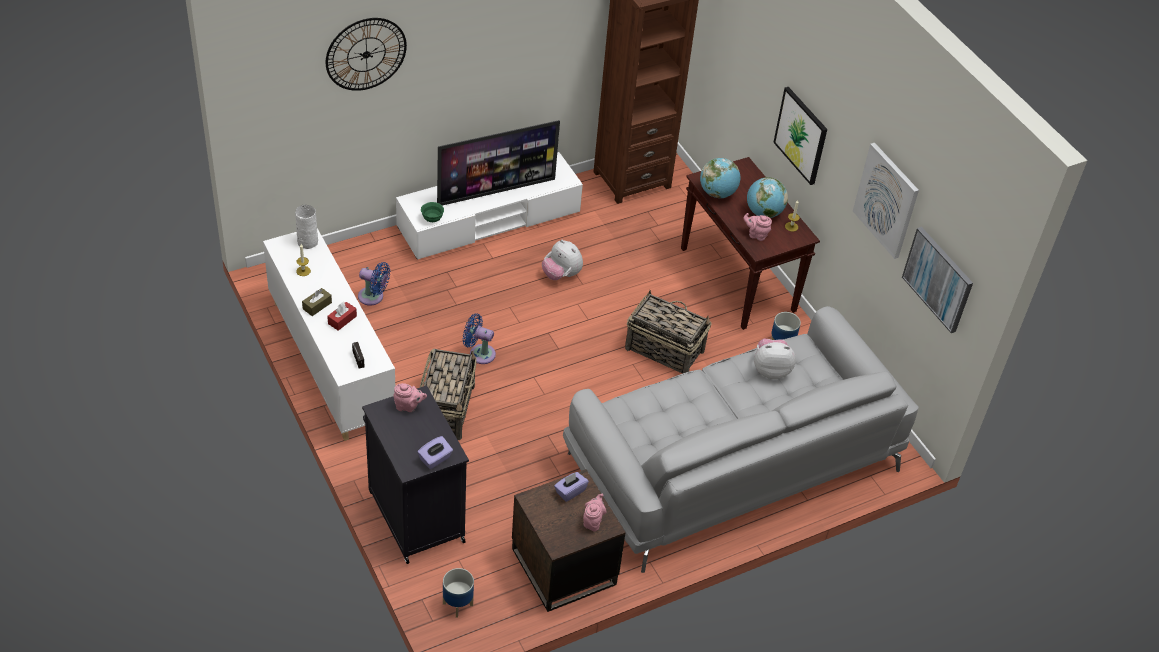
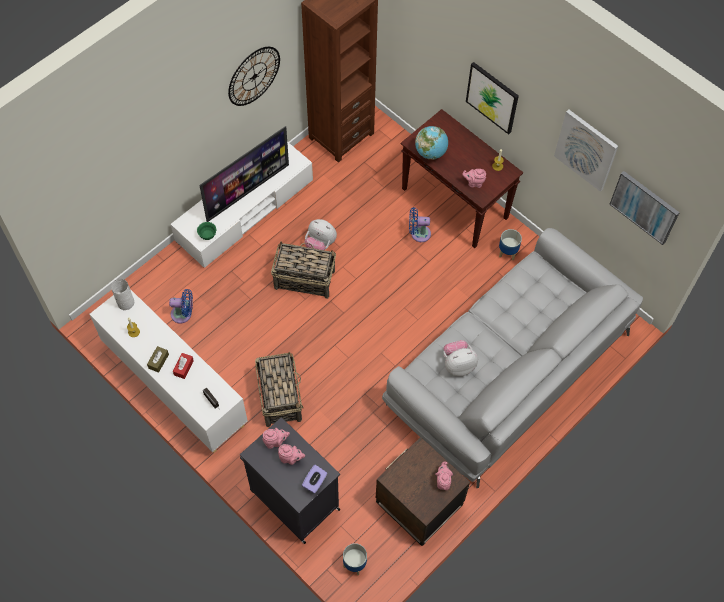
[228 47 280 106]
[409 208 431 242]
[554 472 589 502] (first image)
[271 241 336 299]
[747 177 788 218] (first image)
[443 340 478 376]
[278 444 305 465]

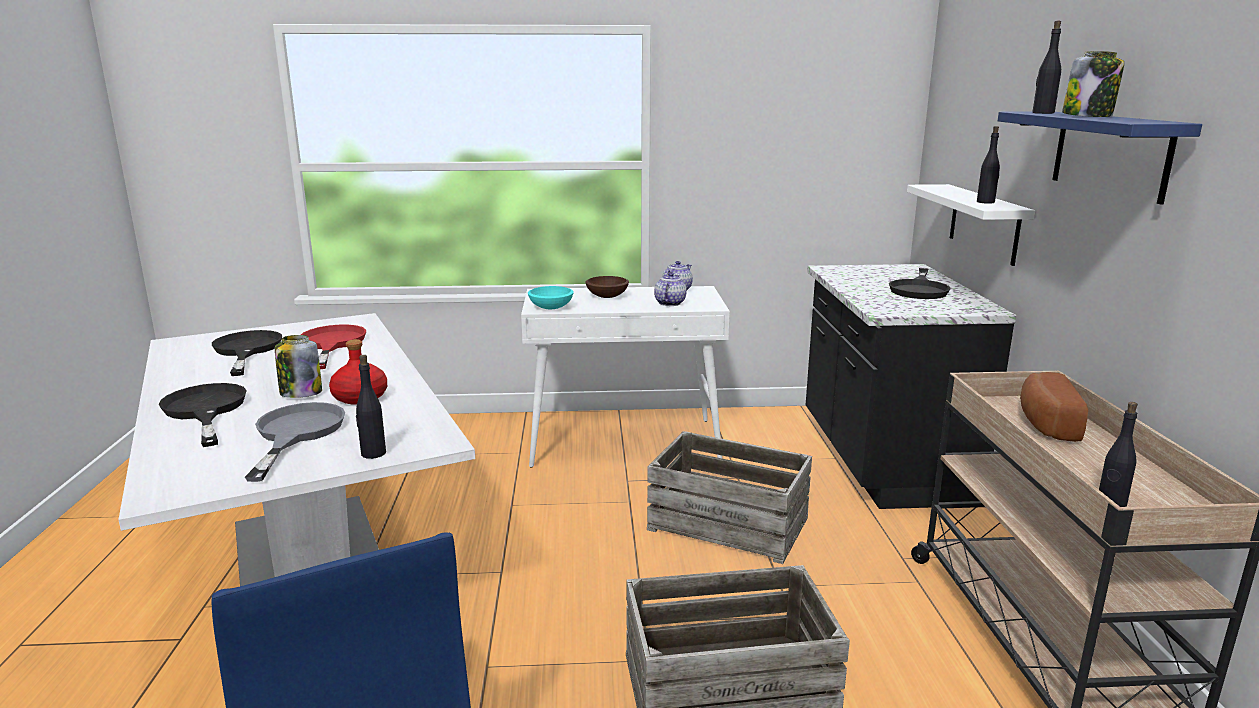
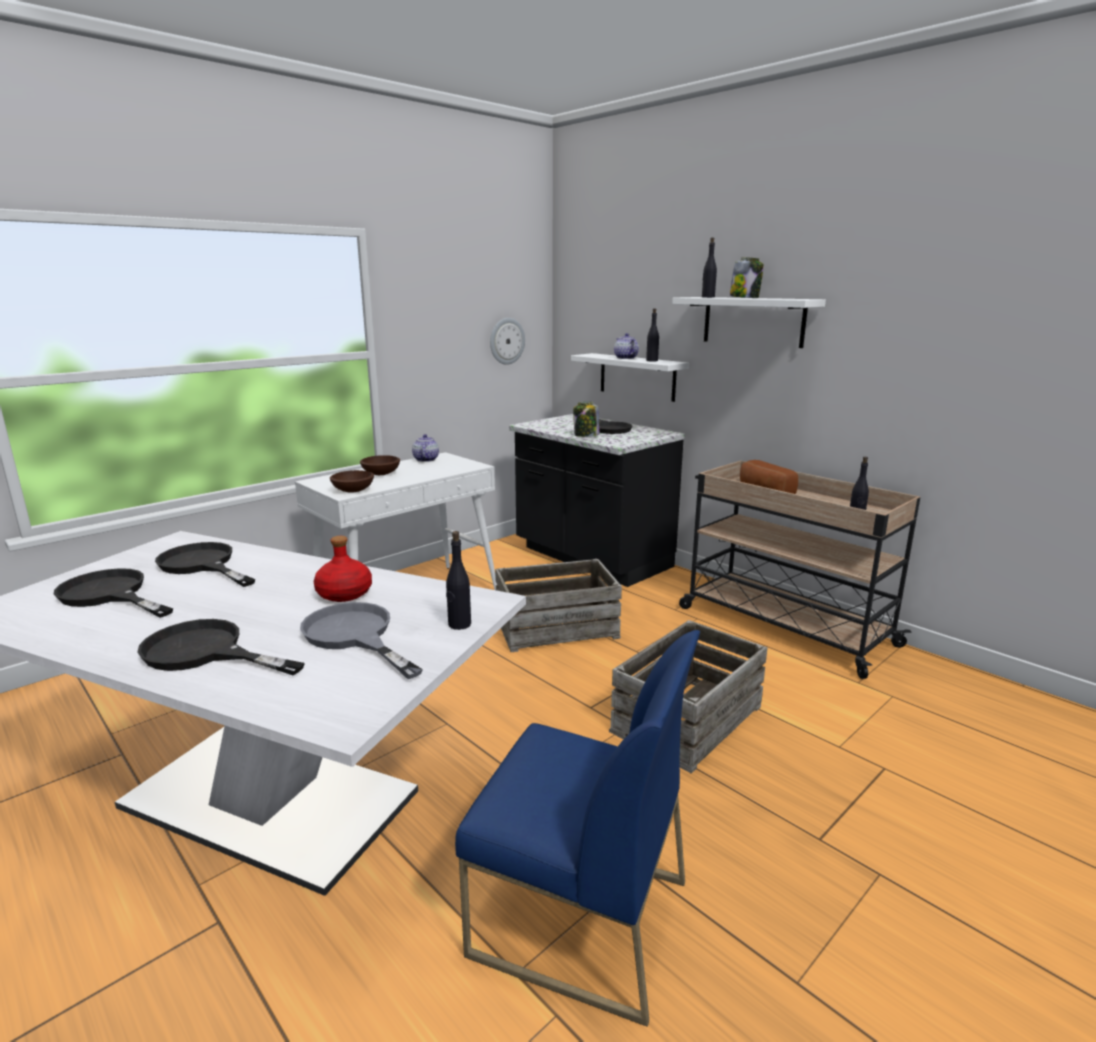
[573 402 600 437]
[155 542 255 587]
[330 470 374 493]
[614 333 639 359]
[672 297 826 348]
[490 318 525 365]

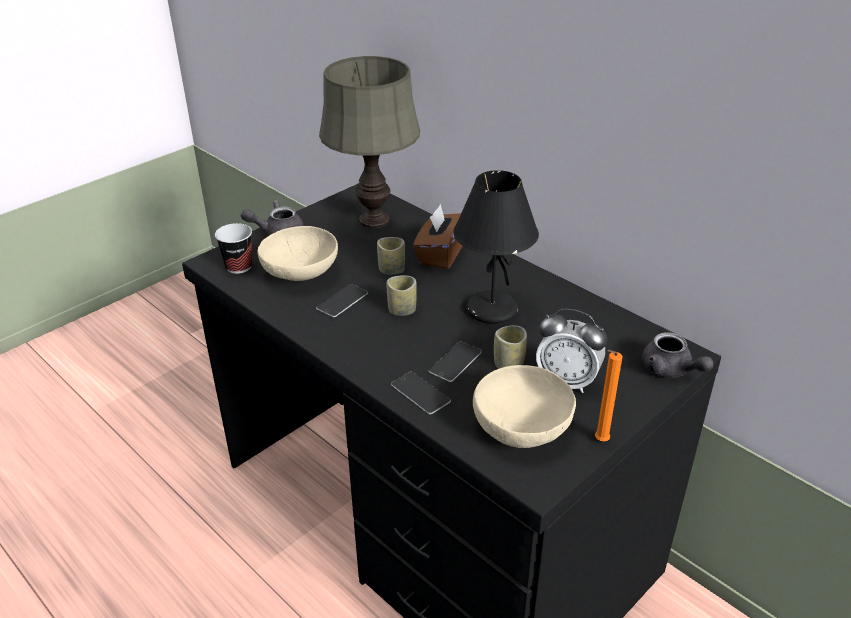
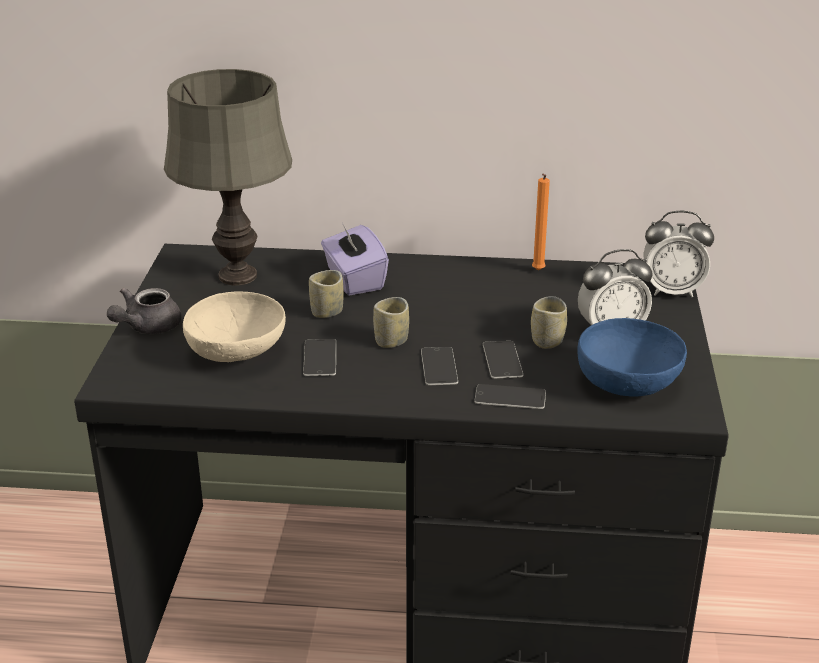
[215 223 252 274] (first image)
[321 223 389 296]
[453 170 539 324] (first image)
[577 318 687 396]
[532 174 550 271]
[643 211 714 297]
[421 347 458 385]

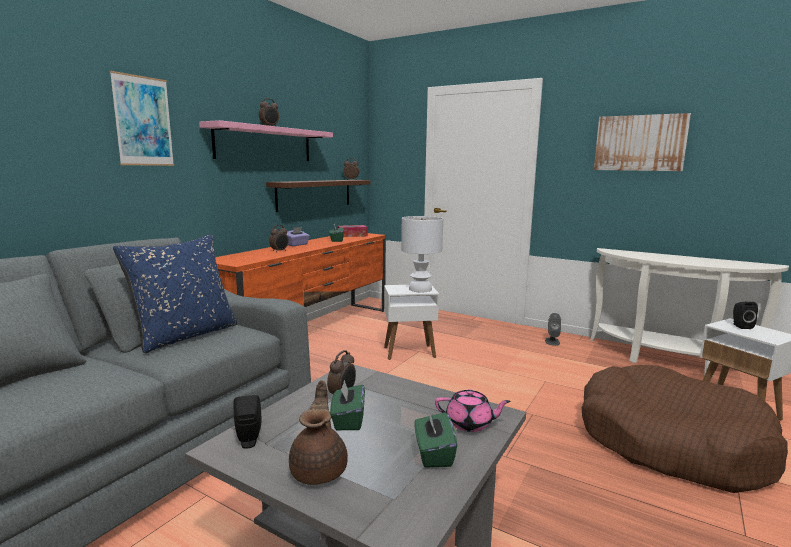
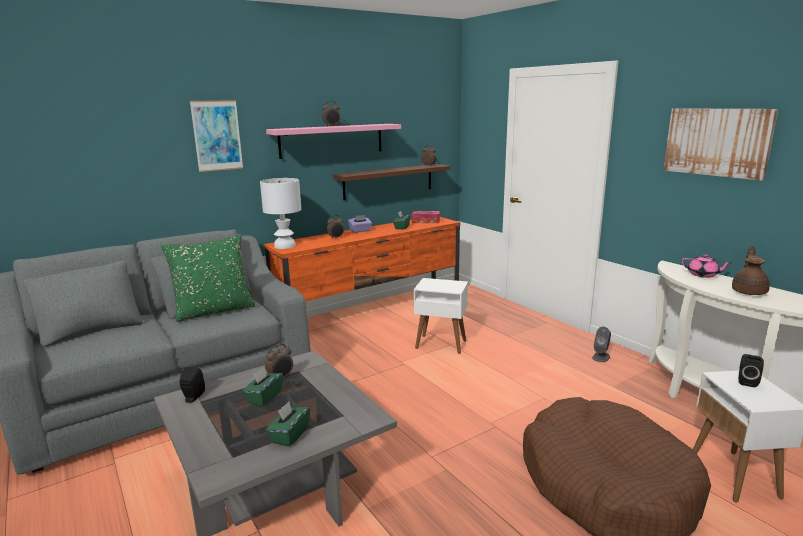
[161 234 255 322]
[732 245 770 295]
[260 178 301 249]
[682 254 732 278]

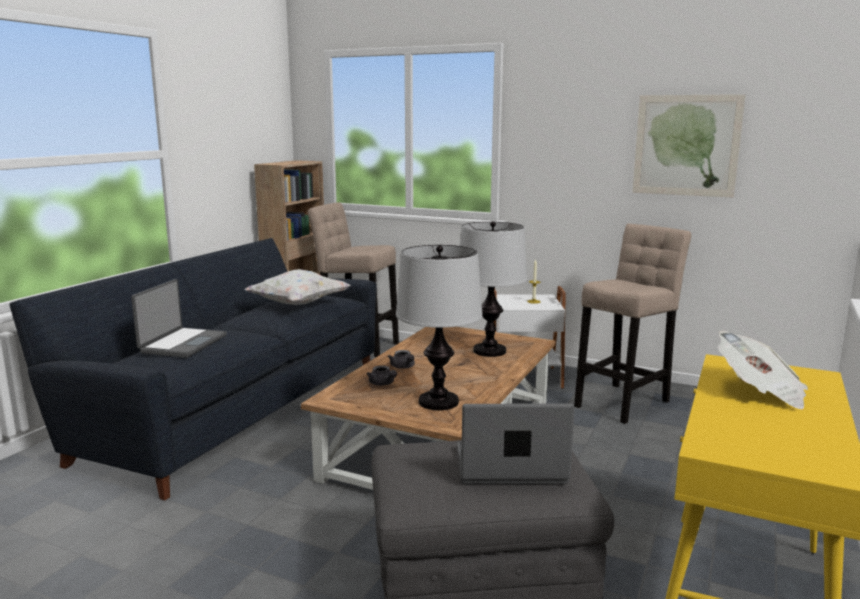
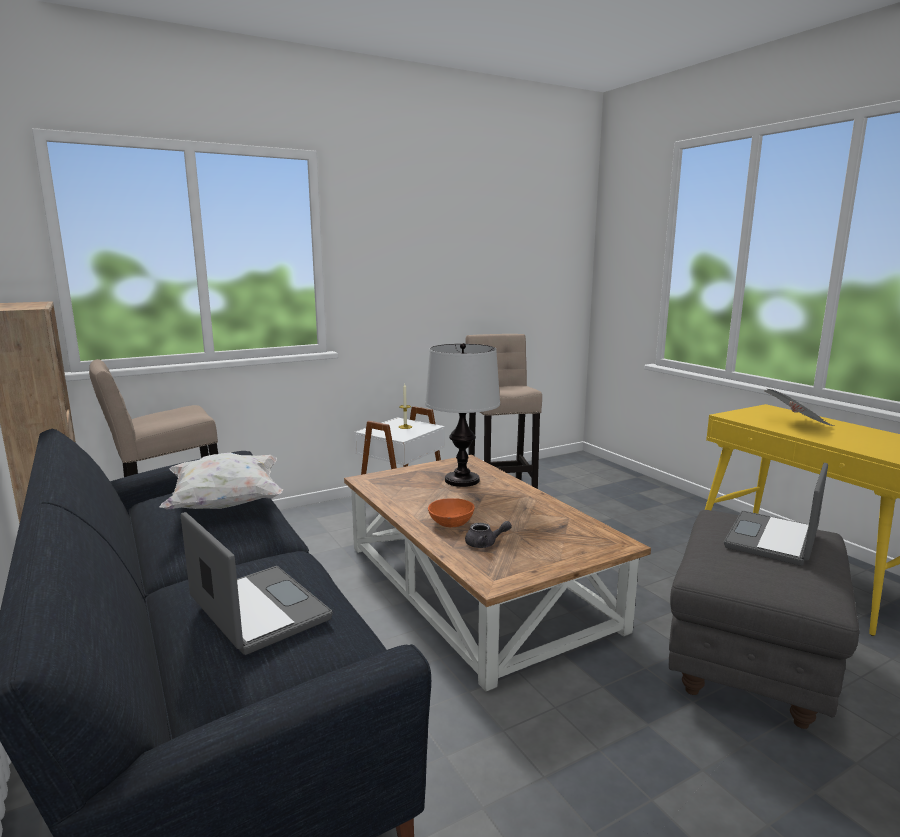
[428 498 475 527]
[396 245 483 410] (first image)
[633 94 746 197] (first image)

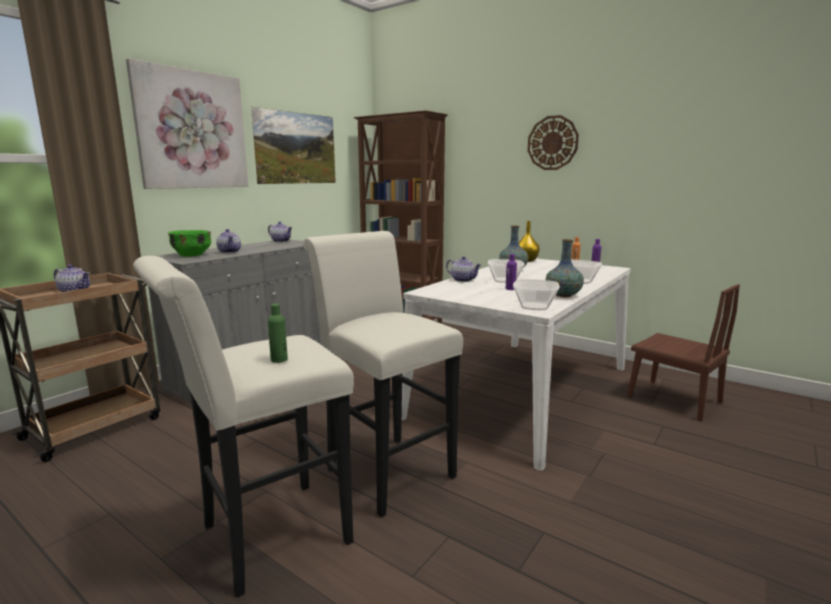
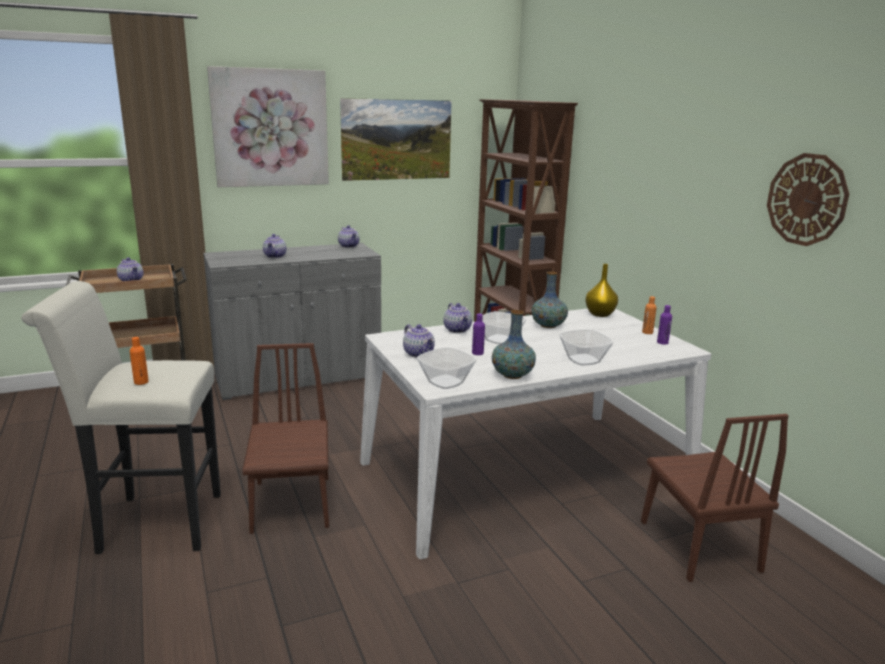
[168 230 211 257] (first image)
[130 337 149 385]
[242 343 329 534]
[767 153 849 246]
[403 324 435 358]

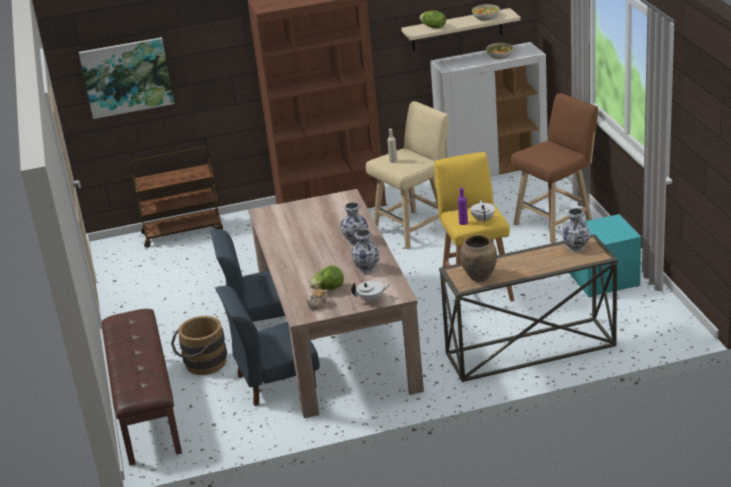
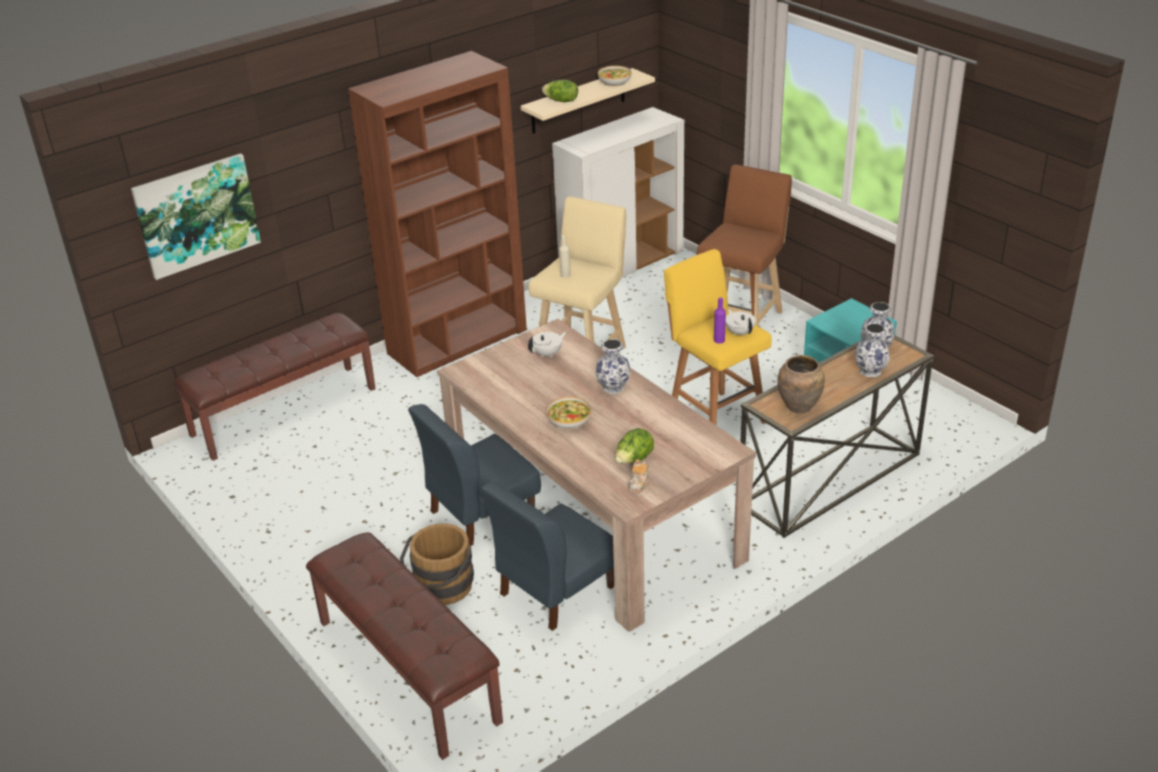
[174 313 376 461]
[855 323 890 377]
[528 332 567 358]
[547 397 591 430]

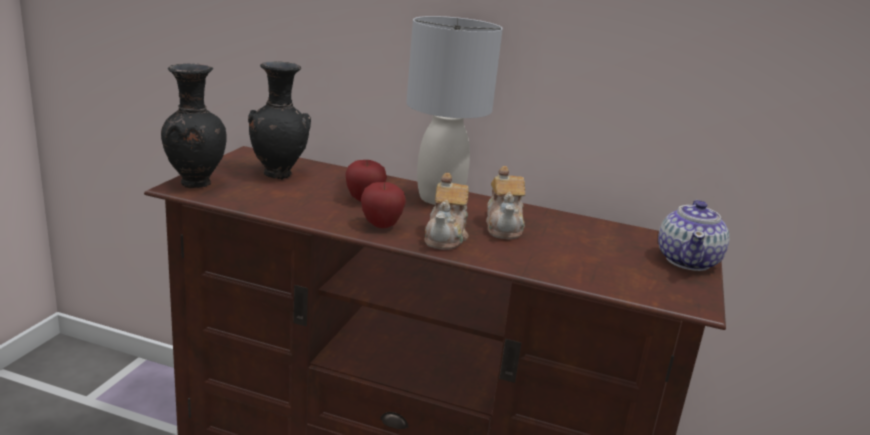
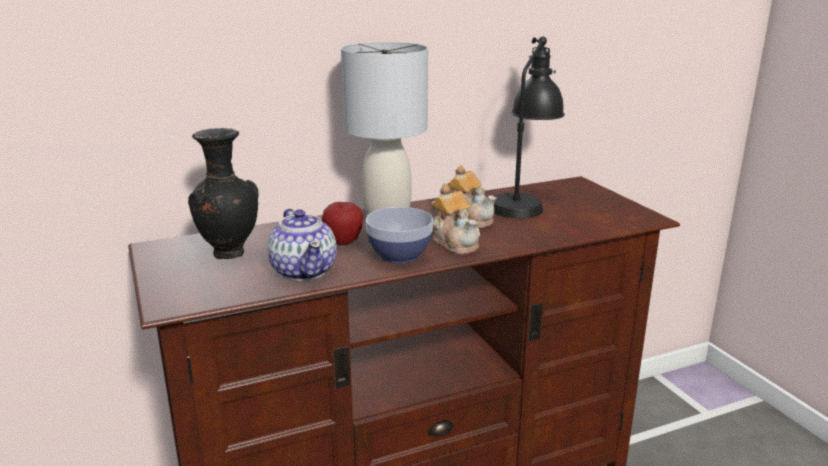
[161 63 227 188] (first image)
[366 207 433 264]
[268 209 337 281]
[494 37 565 218]

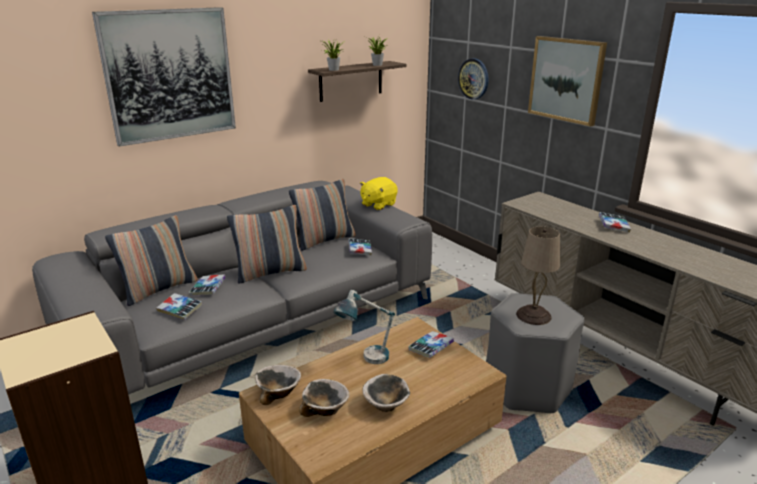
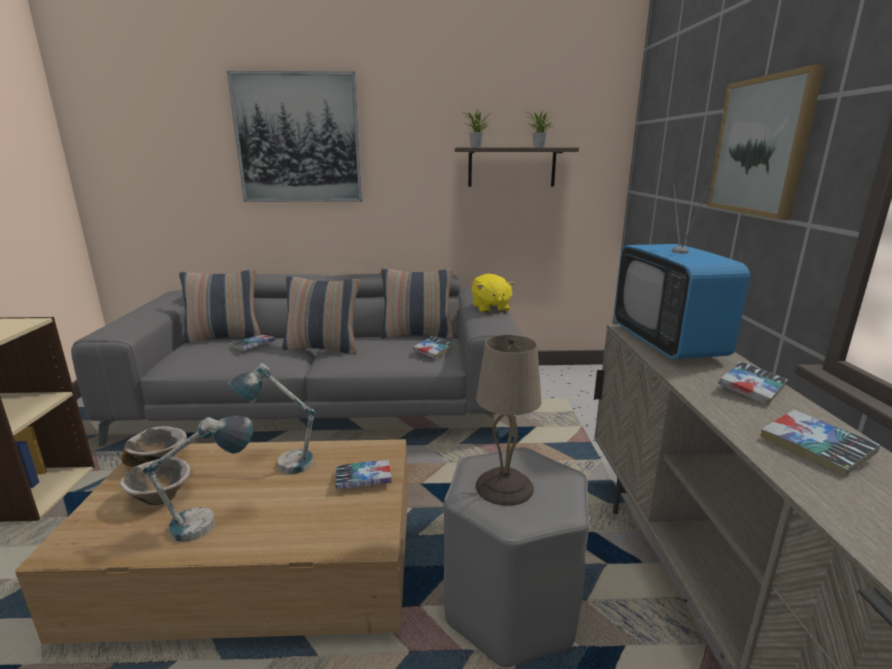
[761 410 880 476]
[472 274 515 313]
[143 415 253 542]
[458 58 489 99] (first image)
[614 183 750 359]

